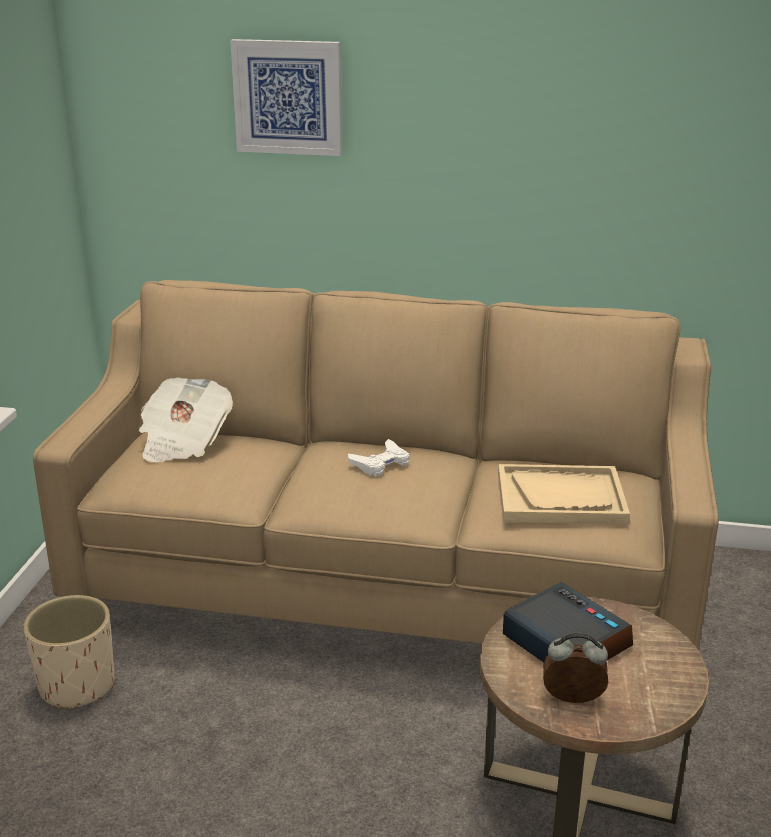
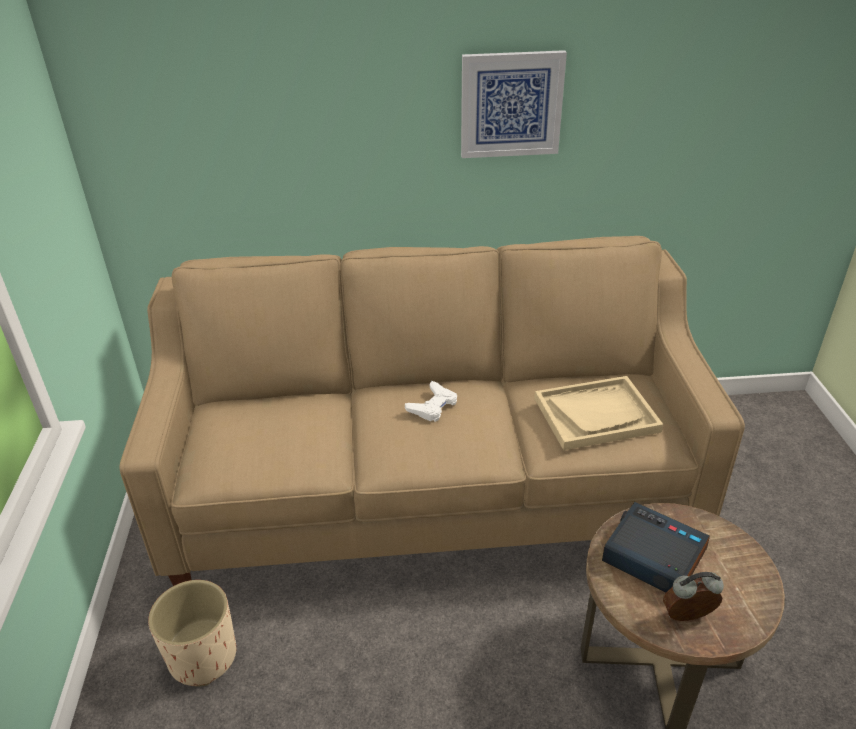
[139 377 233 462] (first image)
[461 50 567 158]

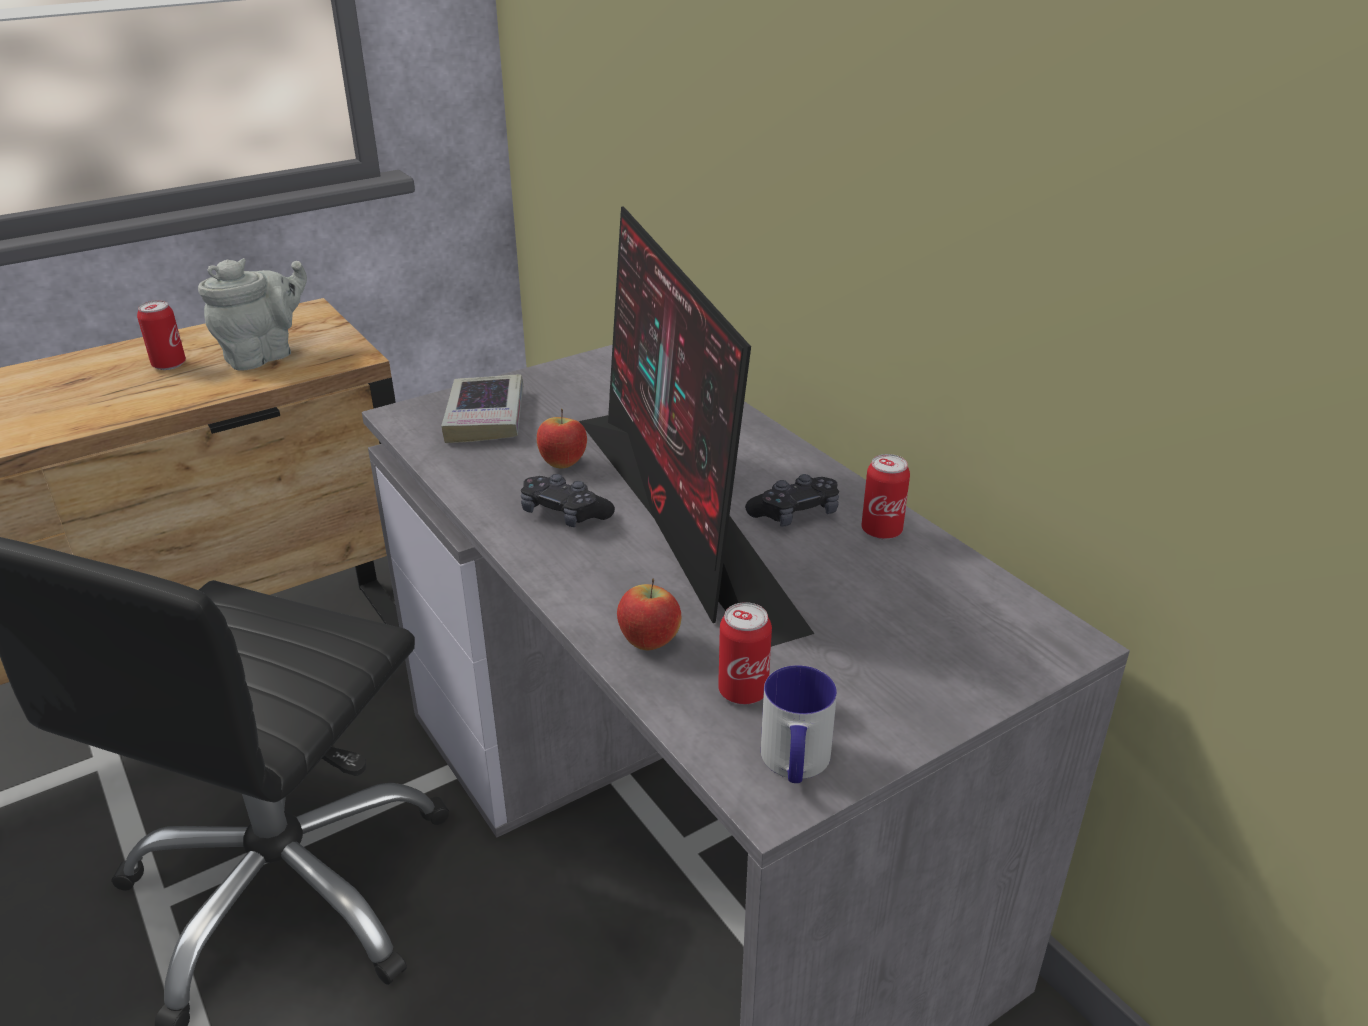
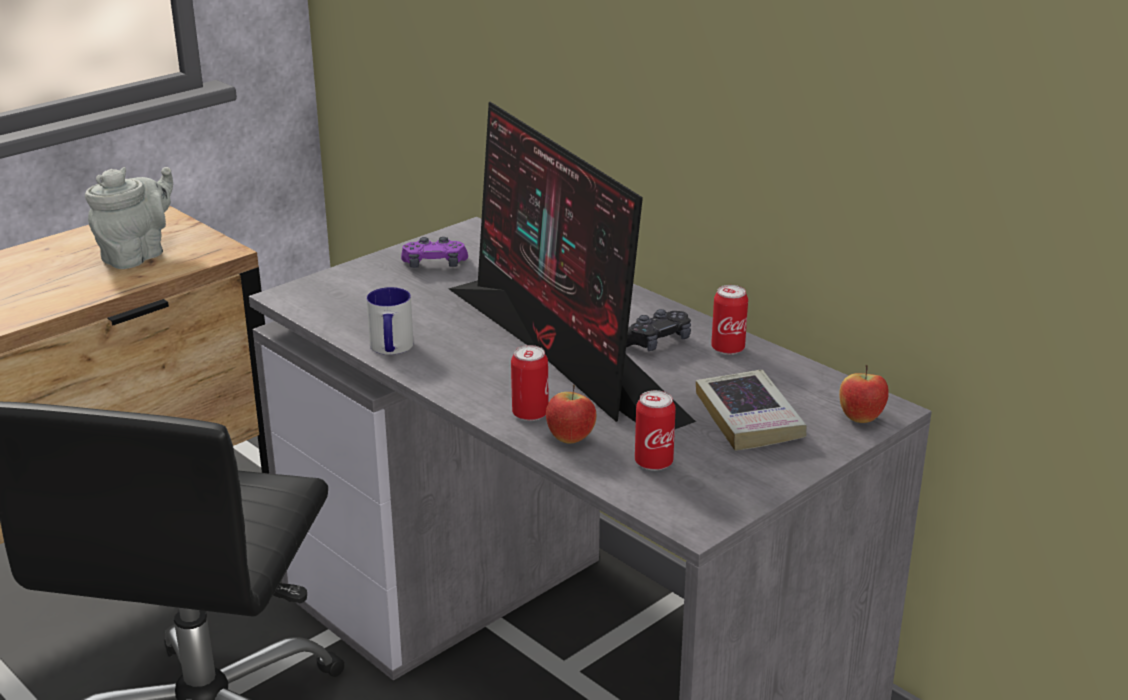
[511 345 549 421]
[696 370 807 451]
[521 474 615 527] (first image)
[839 365 889 423]
[366 287 414 355]
[401 237 468 268]

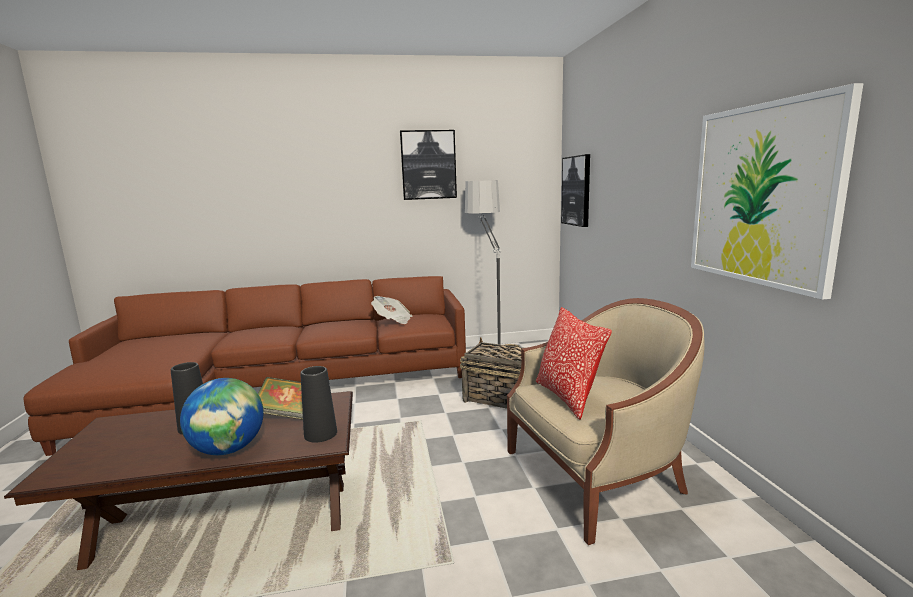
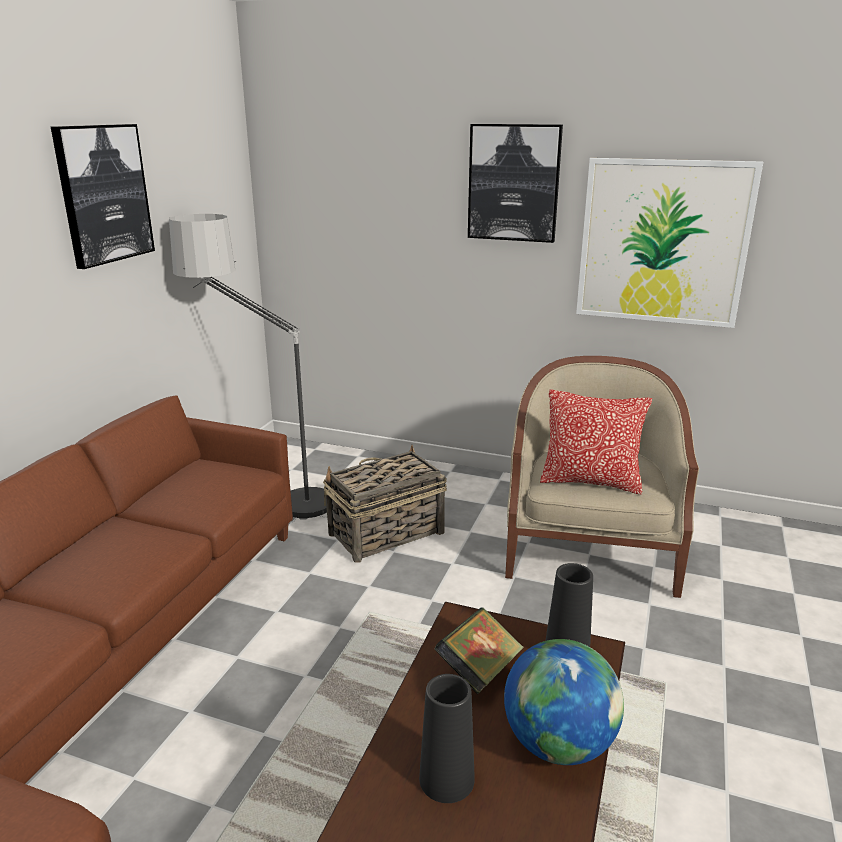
[371 296 413 324] (first image)
[468 124 563 243]

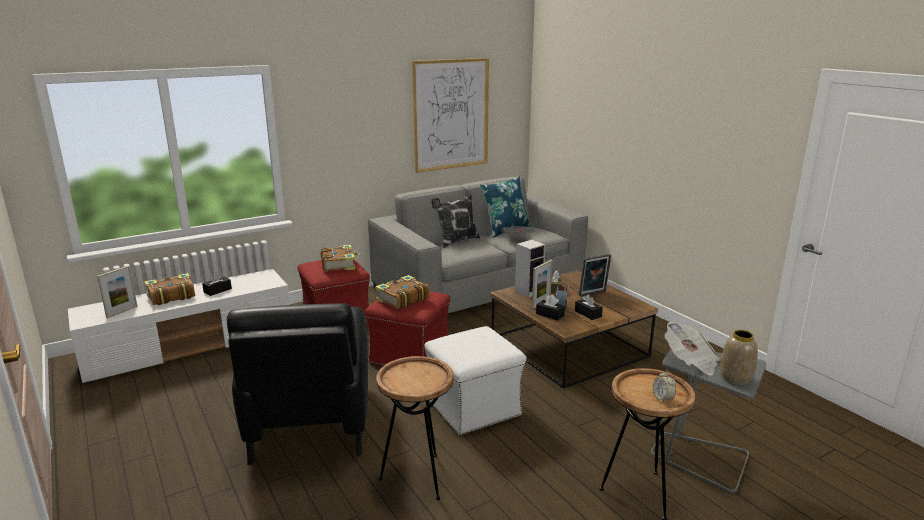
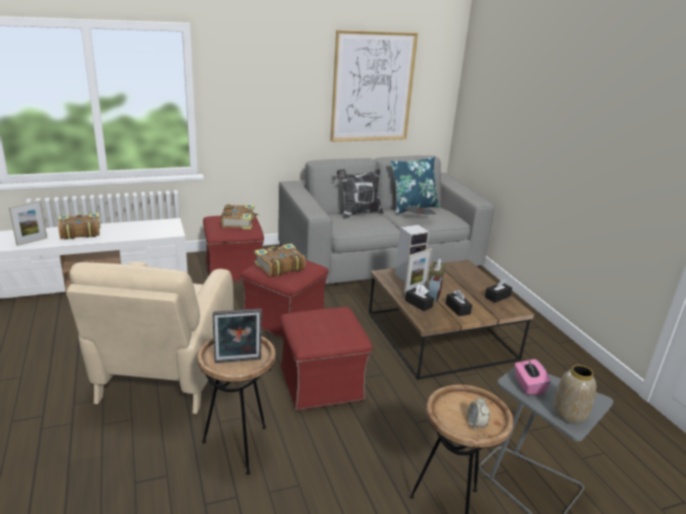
[485 279 512 303]
[66 261 234 414]
[280 307 373 411]
[212 309 262 363]
[514 358 551 395]

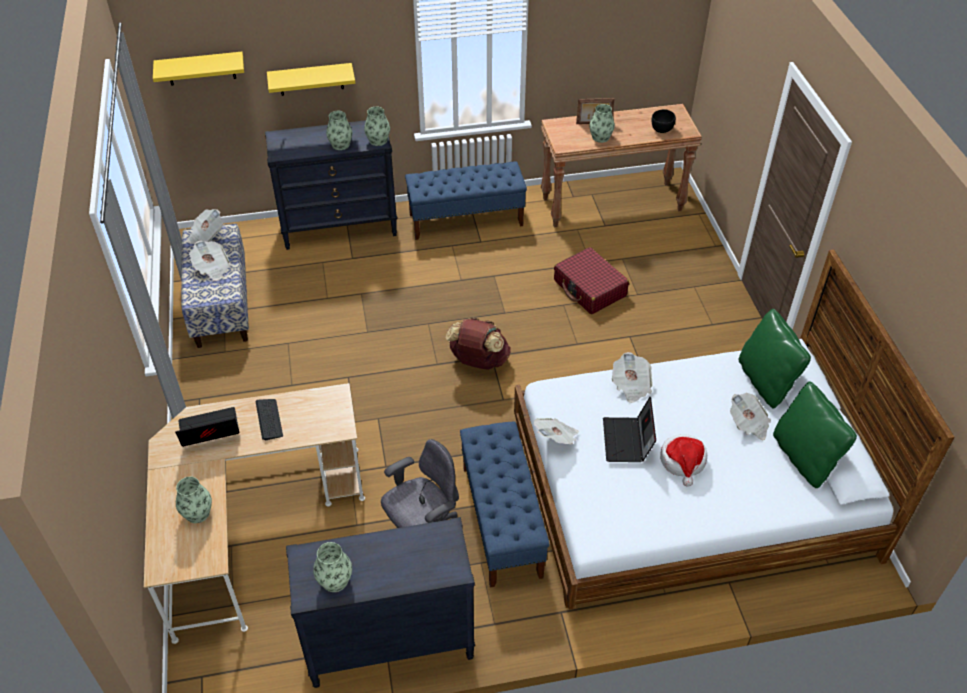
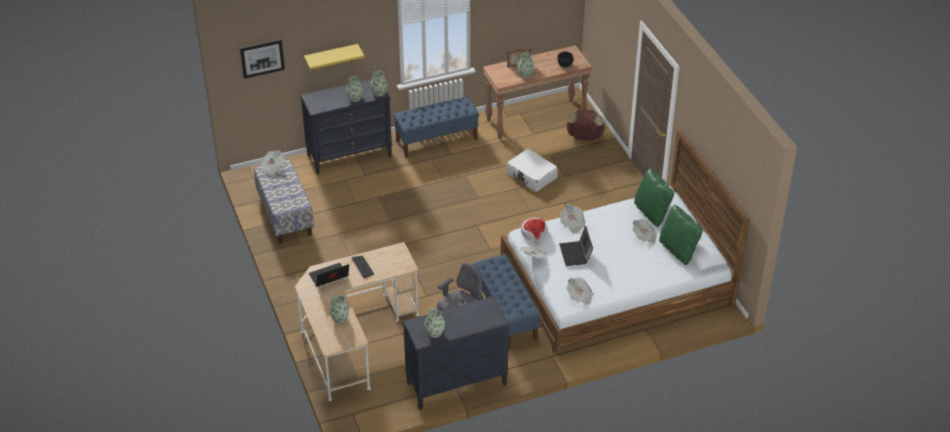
[240 39 285 79]
[567 277 594 306]
[566 109 605 141]
[506 149 558 192]
[521 218 548 245]

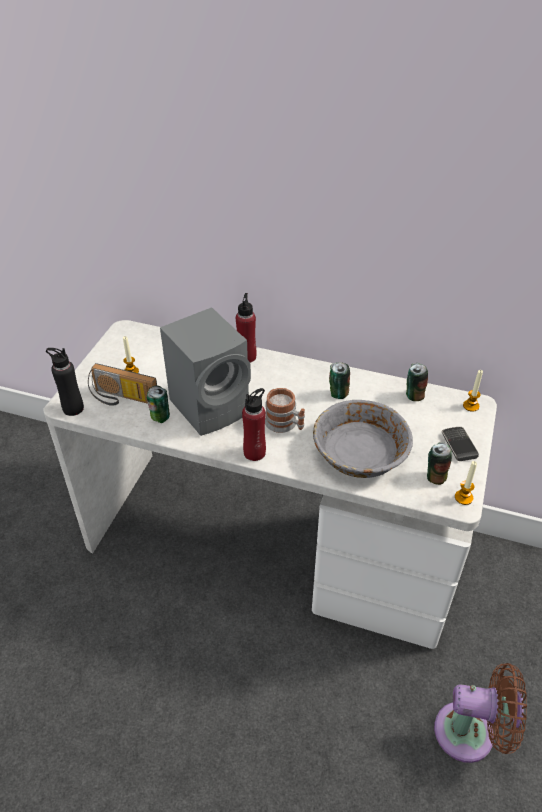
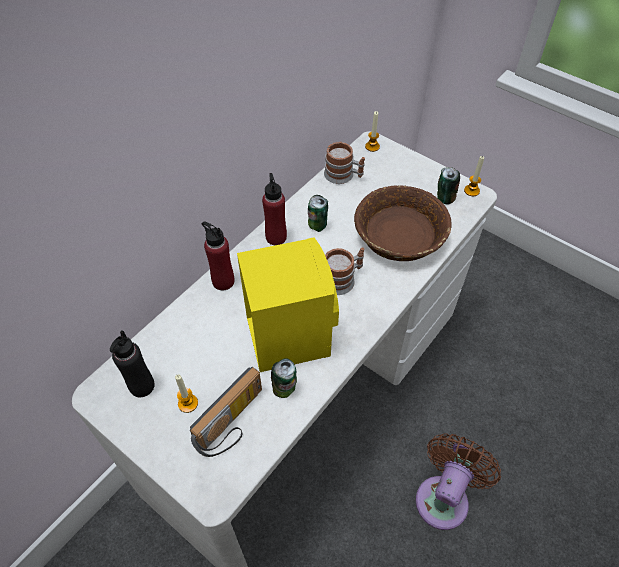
[110 330 155 397]
[237 237 339 372]
[262 173 287 245]
[354 185 452 261]
[324 142 365 184]
[416 433 501 530]
[442 427 479 461] (first image)

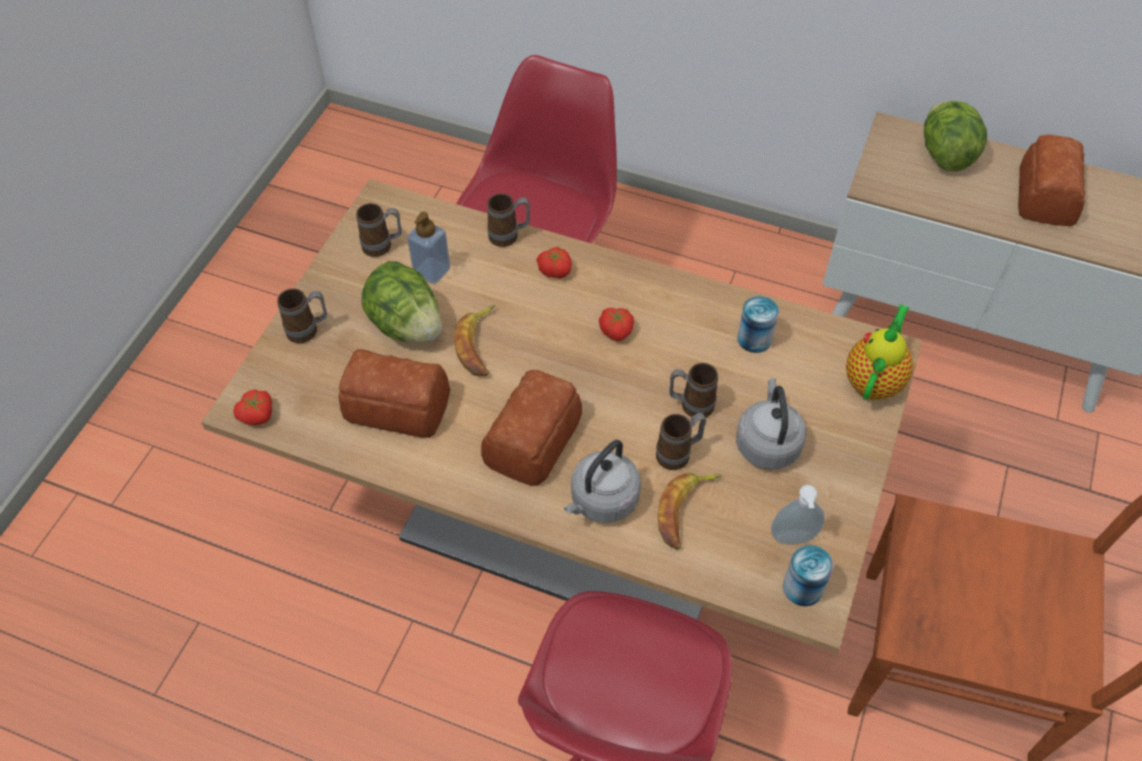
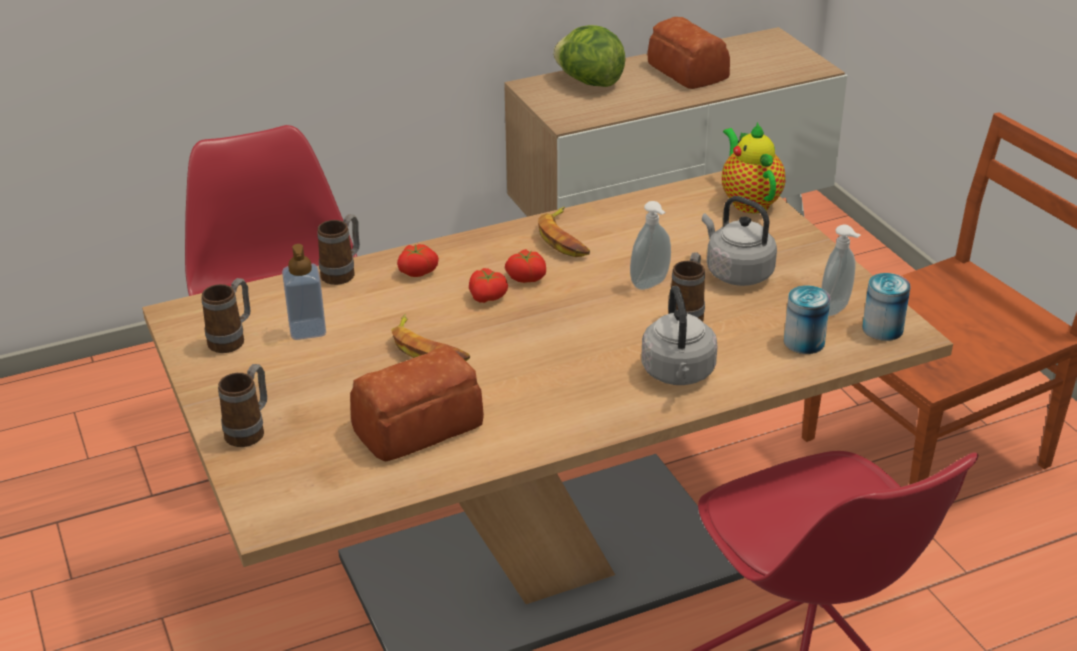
[469 268 508 303]
[362 261 442 343] (first image)
[481 370 582 486] (first image)
[538 207 590 257]
[630 201 671 290]
[784 286 831 354]

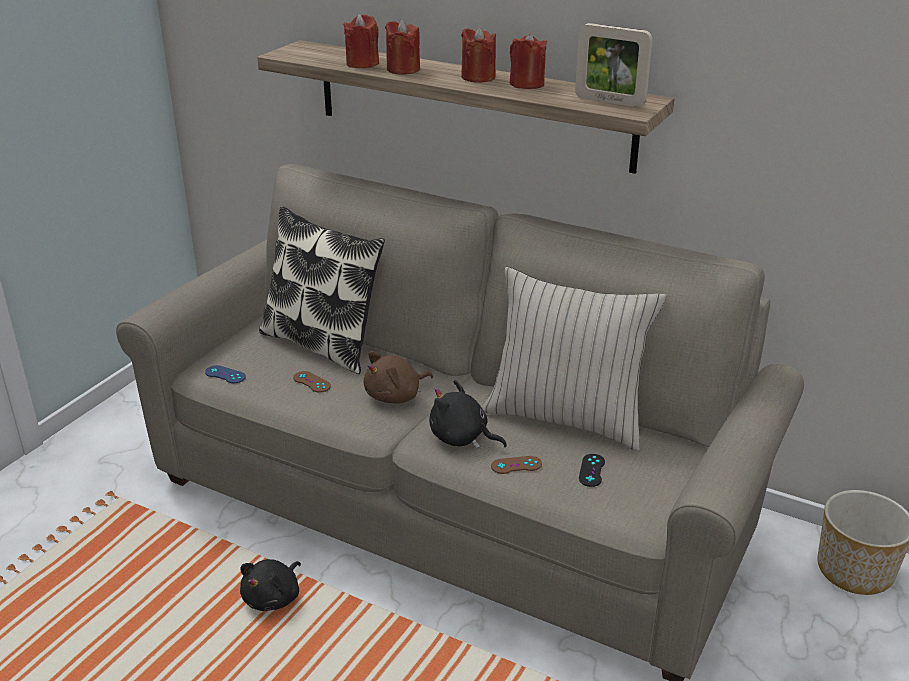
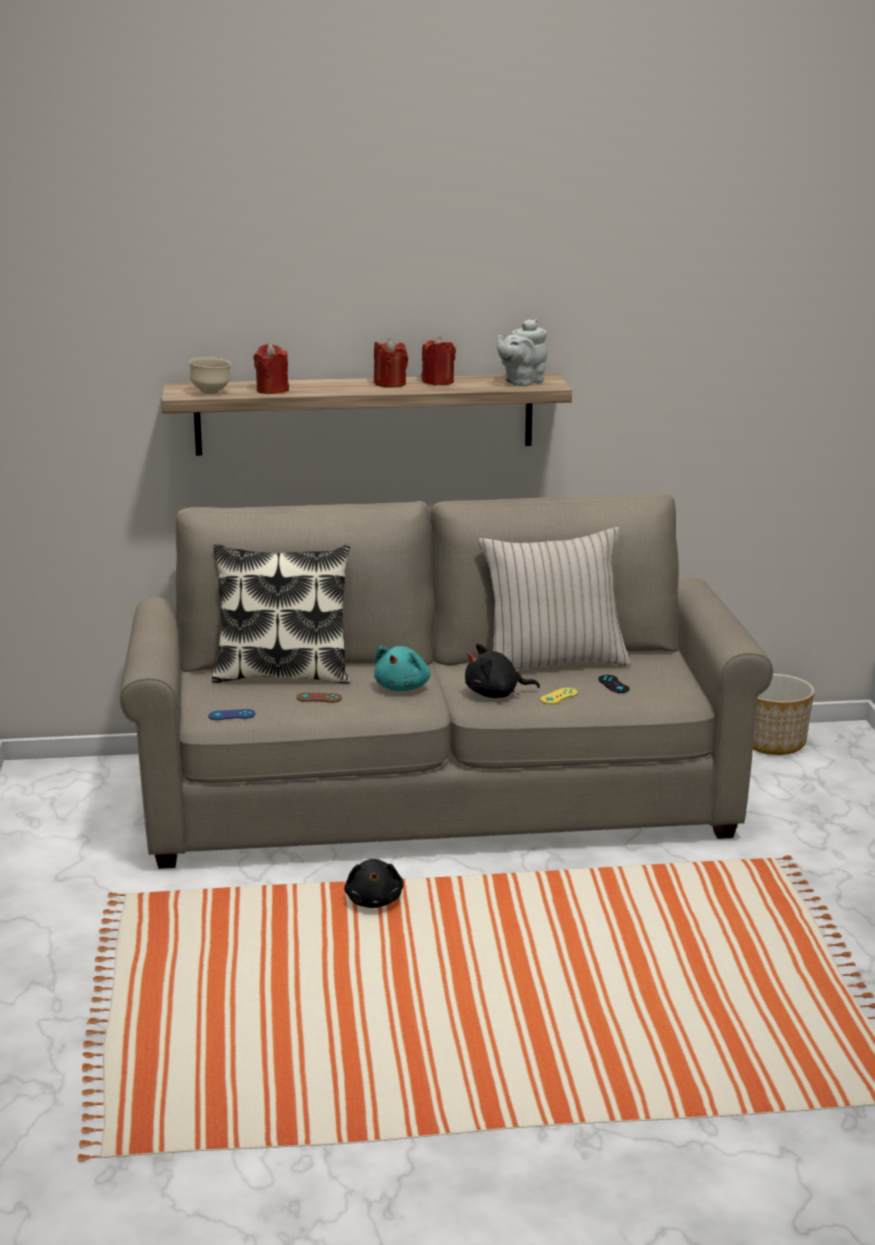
[374 646 430 691]
[385 19 420 75] (first image)
[540 688 578 704]
[497 319 548 386]
[189 357 231 394]

